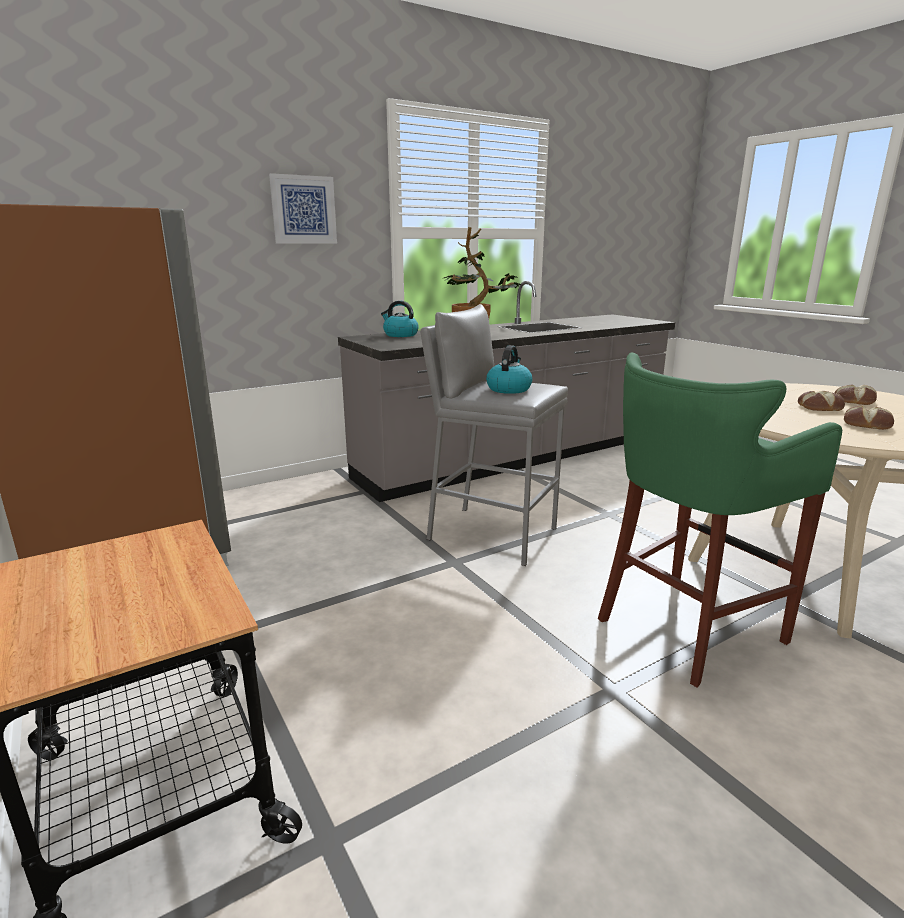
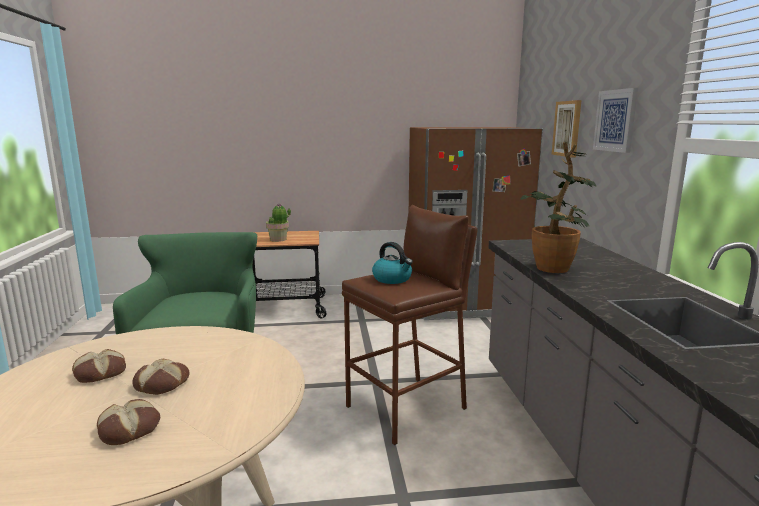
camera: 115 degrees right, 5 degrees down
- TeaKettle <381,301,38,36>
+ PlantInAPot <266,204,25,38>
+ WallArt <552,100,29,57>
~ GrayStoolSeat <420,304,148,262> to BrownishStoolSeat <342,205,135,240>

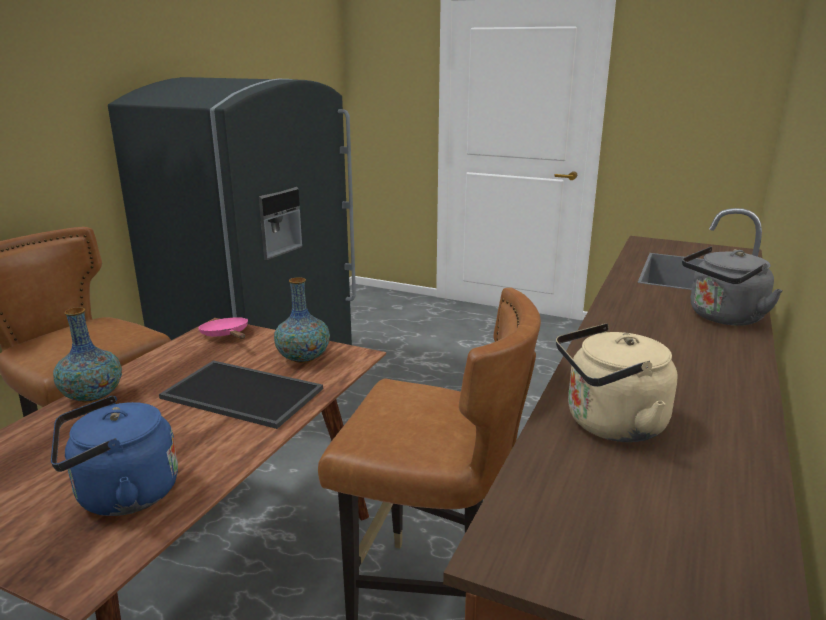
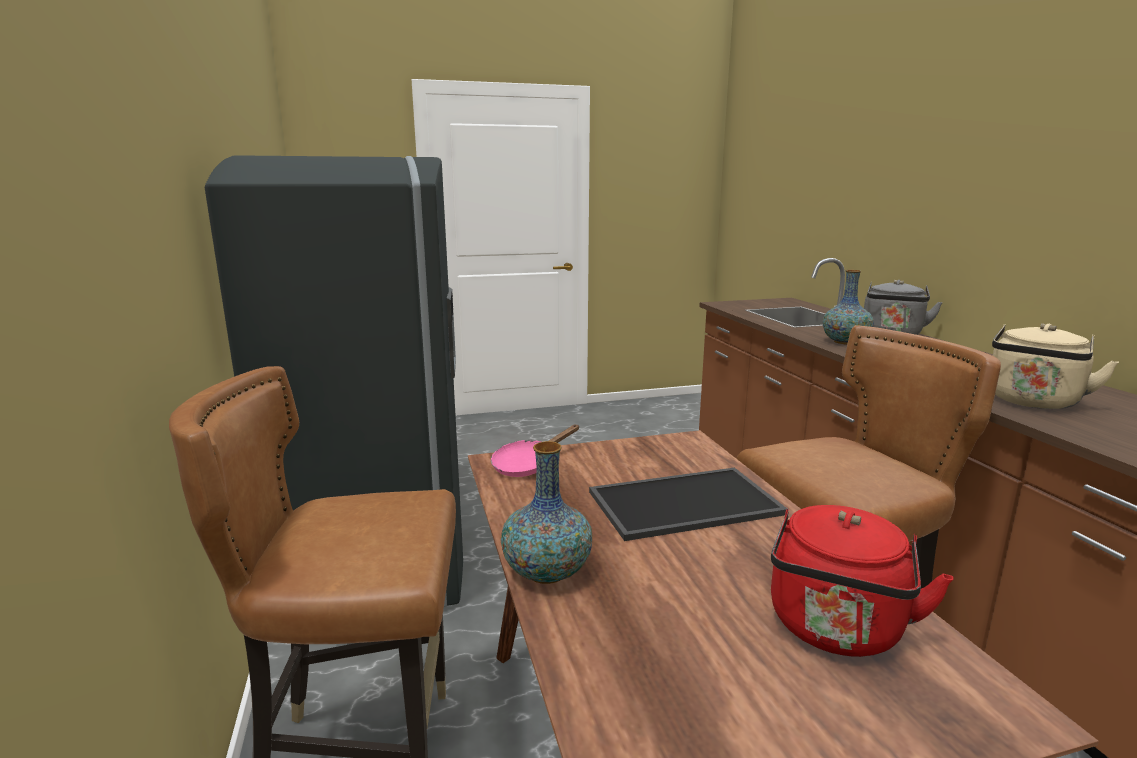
camera: 40 degrees left, 5 degrees down
~ FlowerVase <274,277,56,86> to <823,270,51,75>
~ BluishTeaKettle <51,396,127,120> to RedTeaKettle <771,505,183,152>
~ PinkSkillet <198,317,50,22> = <491,425,89,52> 60 degrees counterclockwise

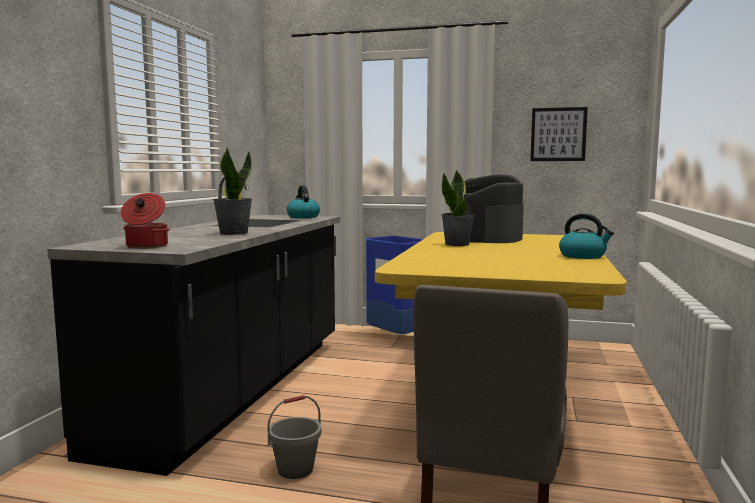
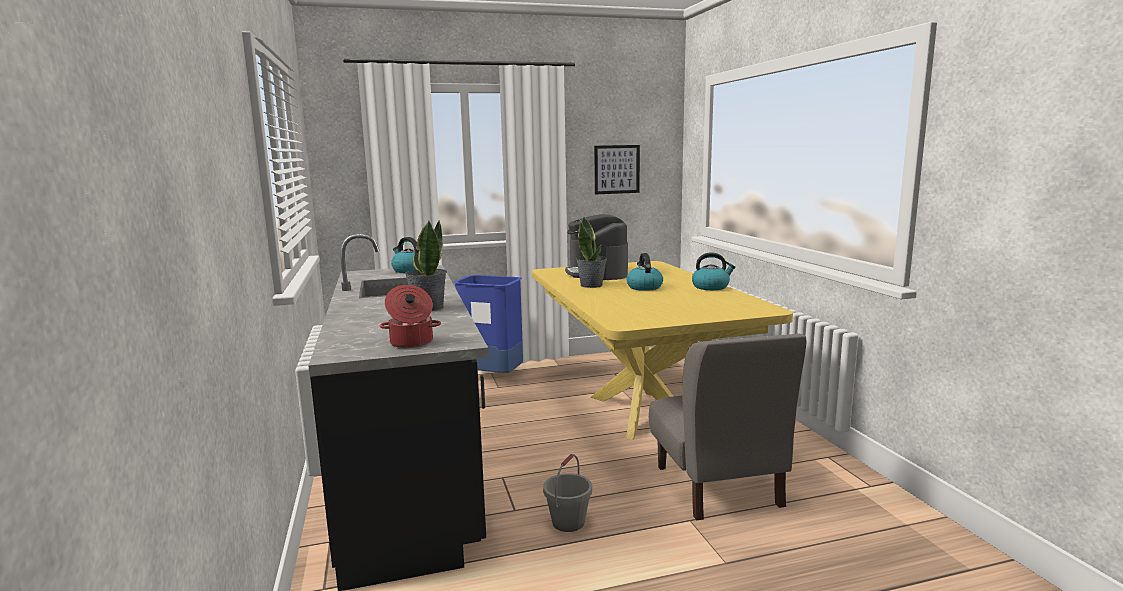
camera: 30 degrees left, 5 degrees up
+ TeaKettle <626,253,37,38>

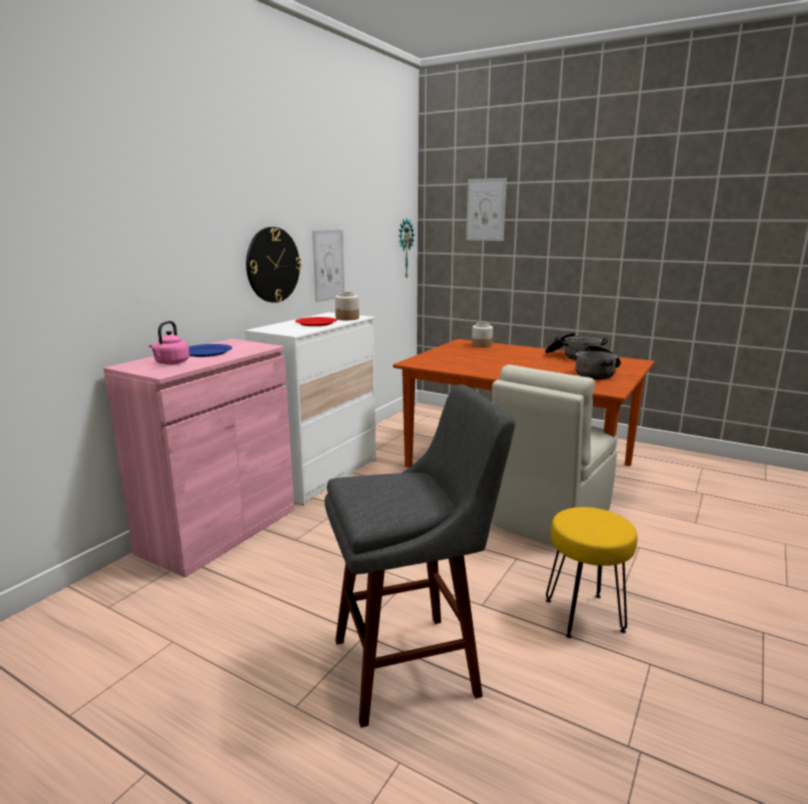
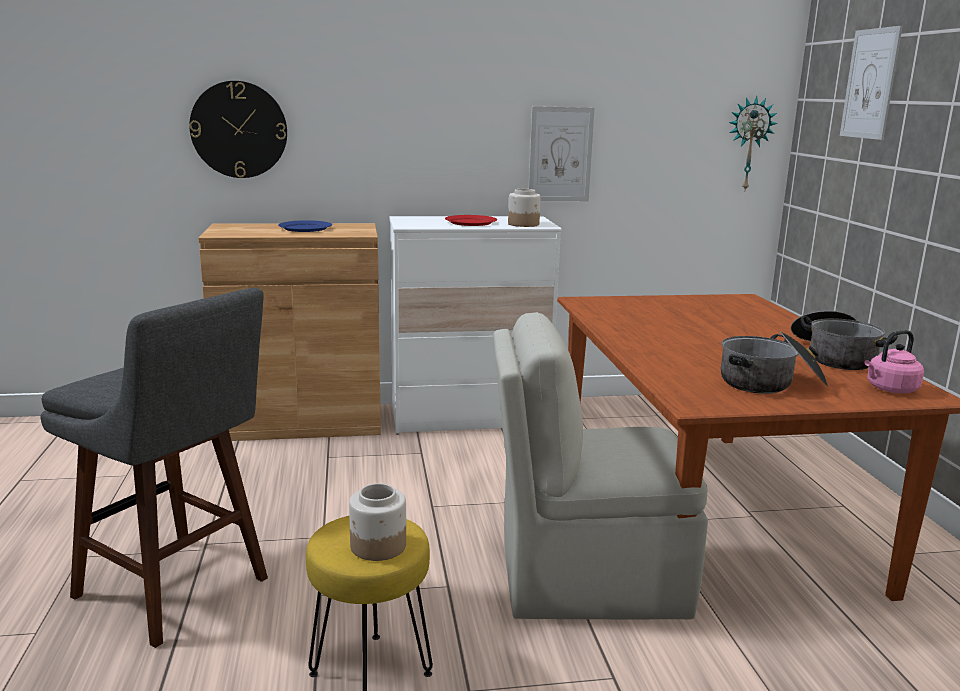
camera: 50 degrees right, 0 degrees up
~ PinkTeaKettle <149,321,41,44> to <865,330,59,63>
~ HangingClock <246,227,55,76> to <189,81,98,97>
~ Jar <472,323,21,25> to <349,483,57,78>
~ PinkCupboard <104,339,190,238> to BrownishCupboard <198,223,183,218>

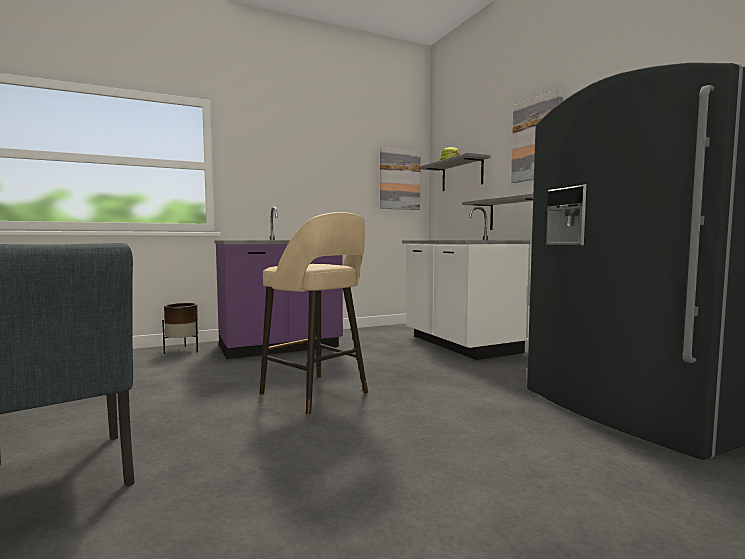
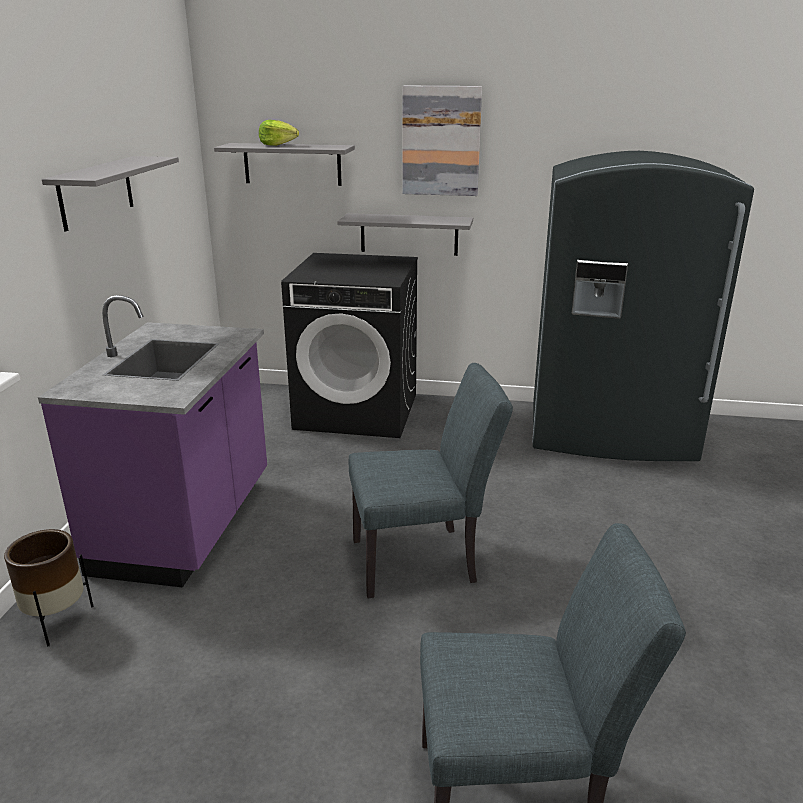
camera: 55 degrees left, 20 degrees up
- WallArt <380,147,41,63>
+ GrayWallShelf <42,156,137,75>
~ SandColouredStoolSeat <260,212,108,203> to GrayUprightChair <349,363,164,236>
~ WhiteColouredCounter <402,207,128,153> to BlackColouredLaundryMachine <281,253,137,185>

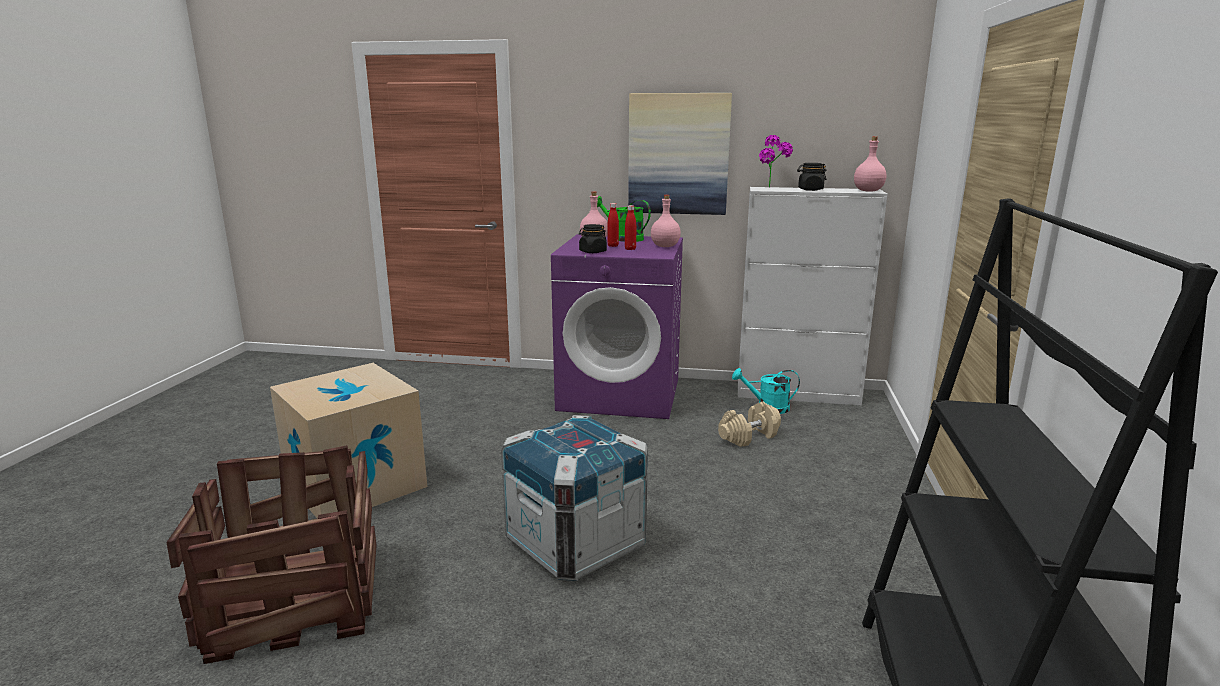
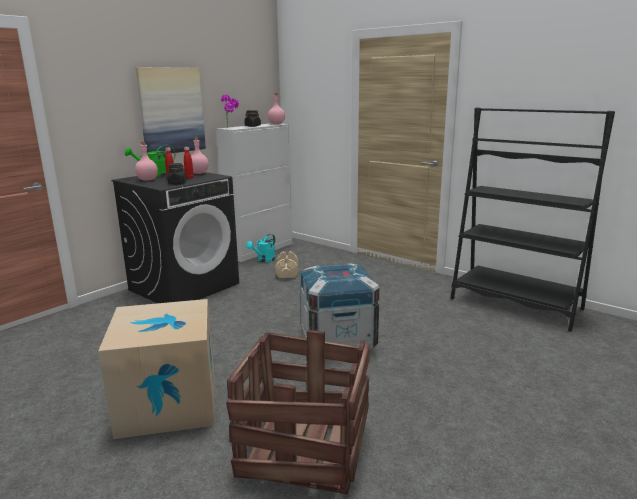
camera: 60 degrees left, 0 degrees up
~ PurpleColouredLaundryMachine <551,234,132,185> to BlackColouredLaundryMachine <112,170,127,133>

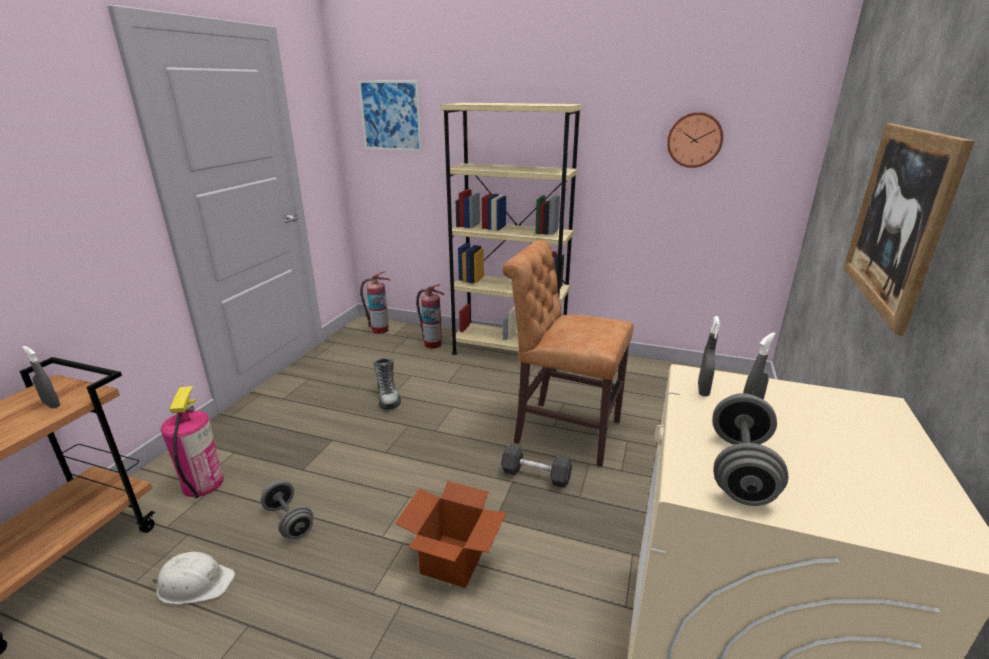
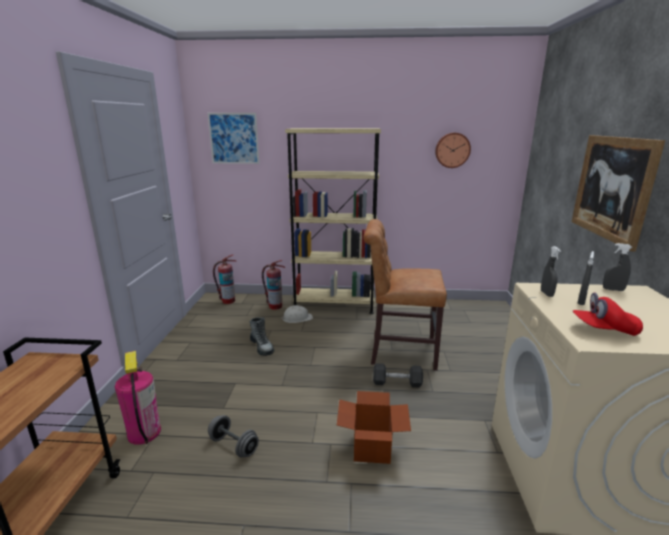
camera: 15 degrees left, 5 degrees down
~ GrayHandSprayer <22,346,38,63> to <603,243,30,48>
~ WhiteColouredWorkHelmet <152,552,83,52> to <281,305,32,18>
~ GrayDumbbell <712,393,76,113> to RedPeakedCap <573,292,70,44>

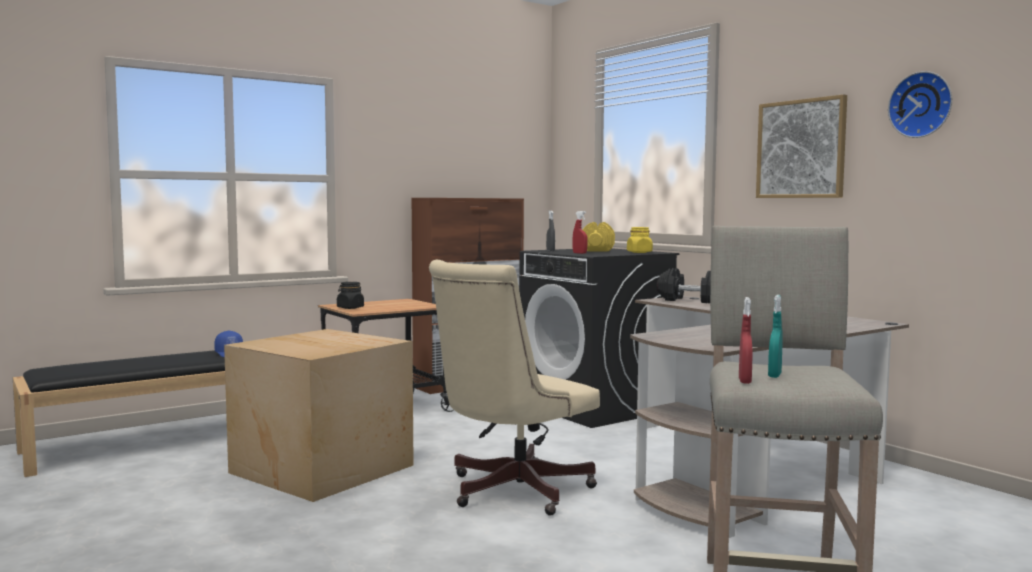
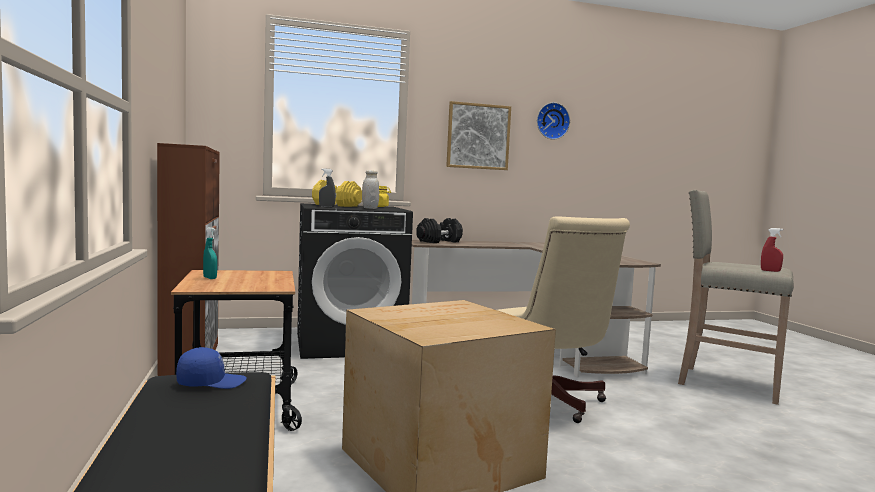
camera: 70 degrees left, 0 degrees up
- BlackColouredJar <337,282,27,27>
~ TurquoiseColouredHandSprayer <768,295,15,83> to <203,227,14,52>
~ RedHandSprayer <572,211,16,43> to WhiteColouredJar <362,170,17,39>

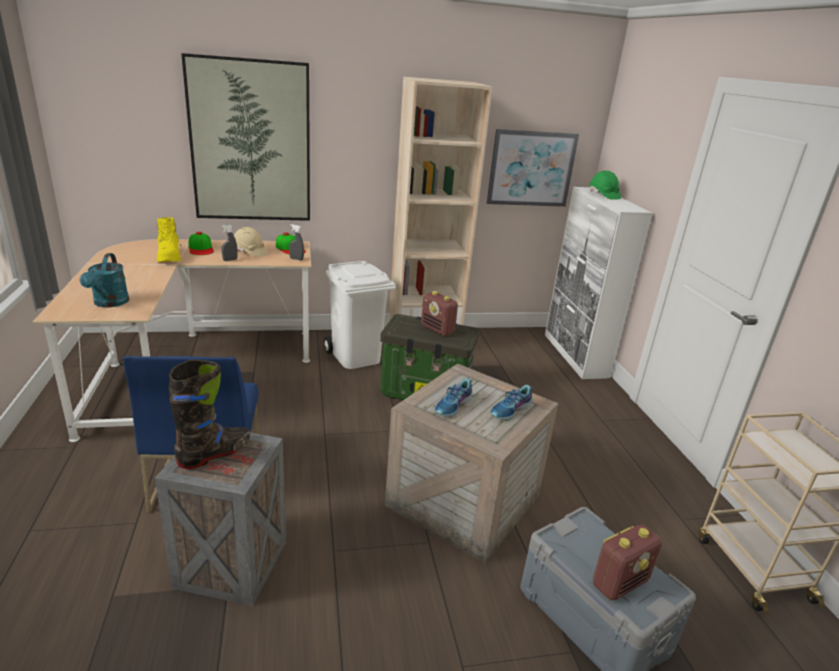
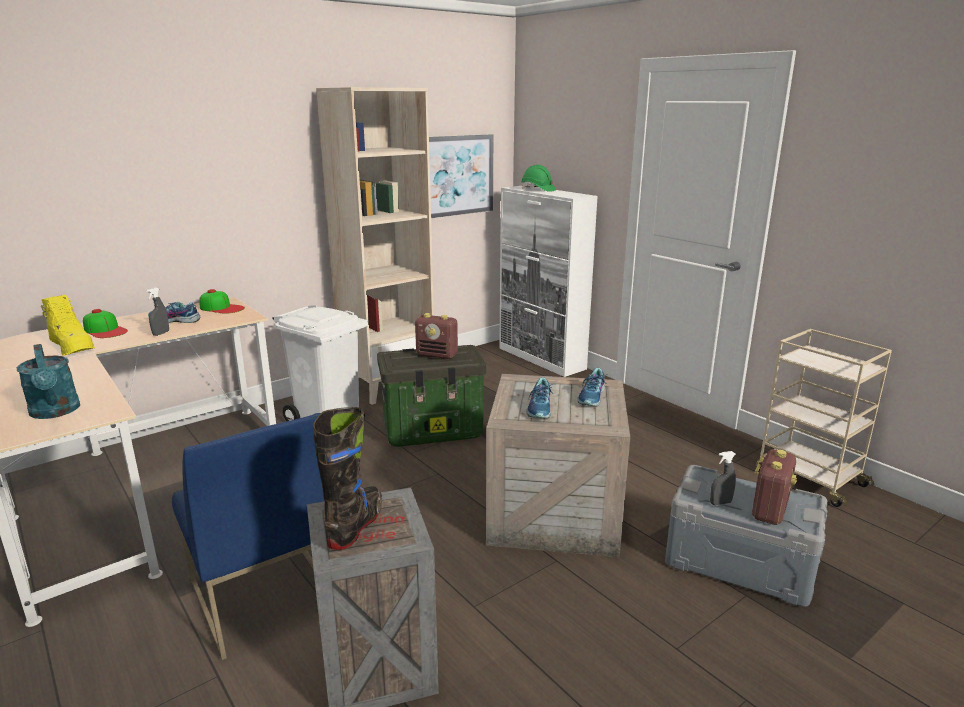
camera: 25 degrees left, 5 degrees down
- WallArt <181,53,129,168>
~ GrayHandSprayer <289,224,15,36> to <710,451,26,54>
~ SandColouredWorkHelmet <234,227,34,30> to LowShoe <148,302,53,21>

